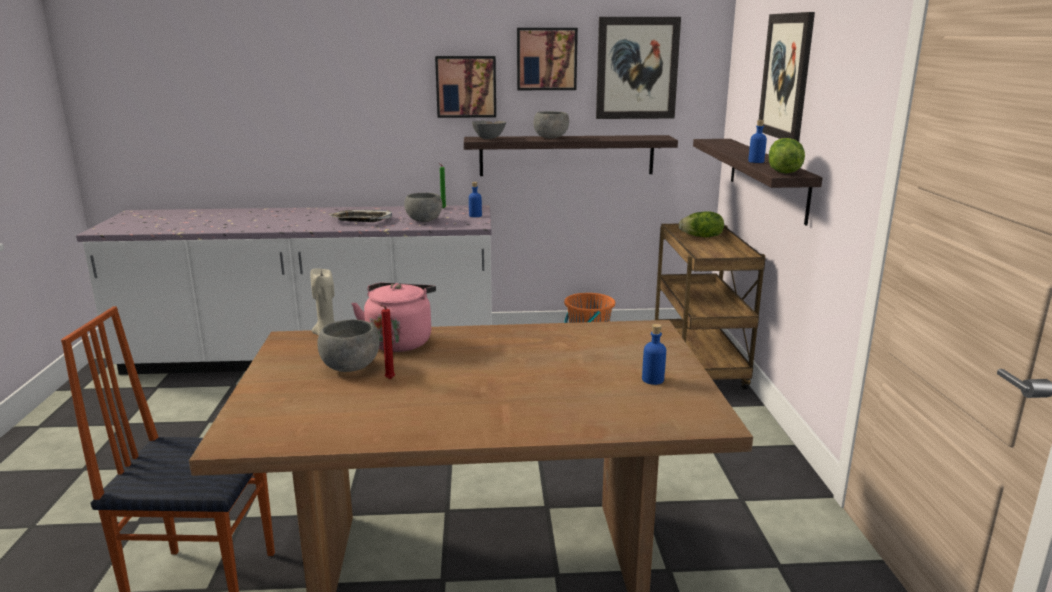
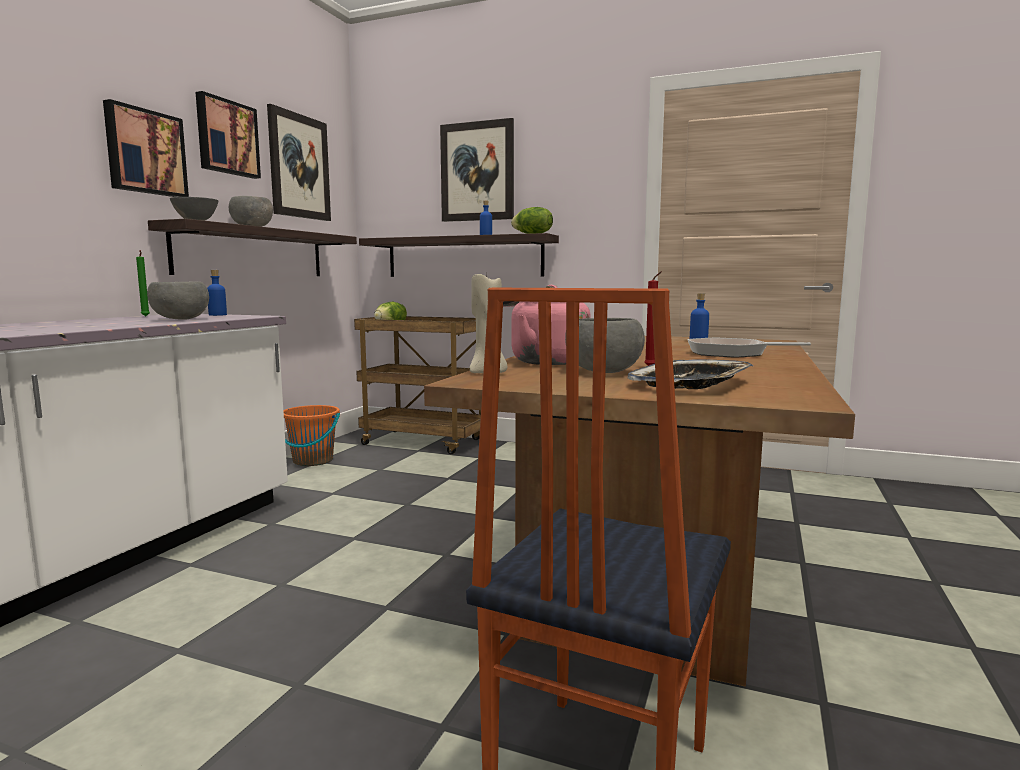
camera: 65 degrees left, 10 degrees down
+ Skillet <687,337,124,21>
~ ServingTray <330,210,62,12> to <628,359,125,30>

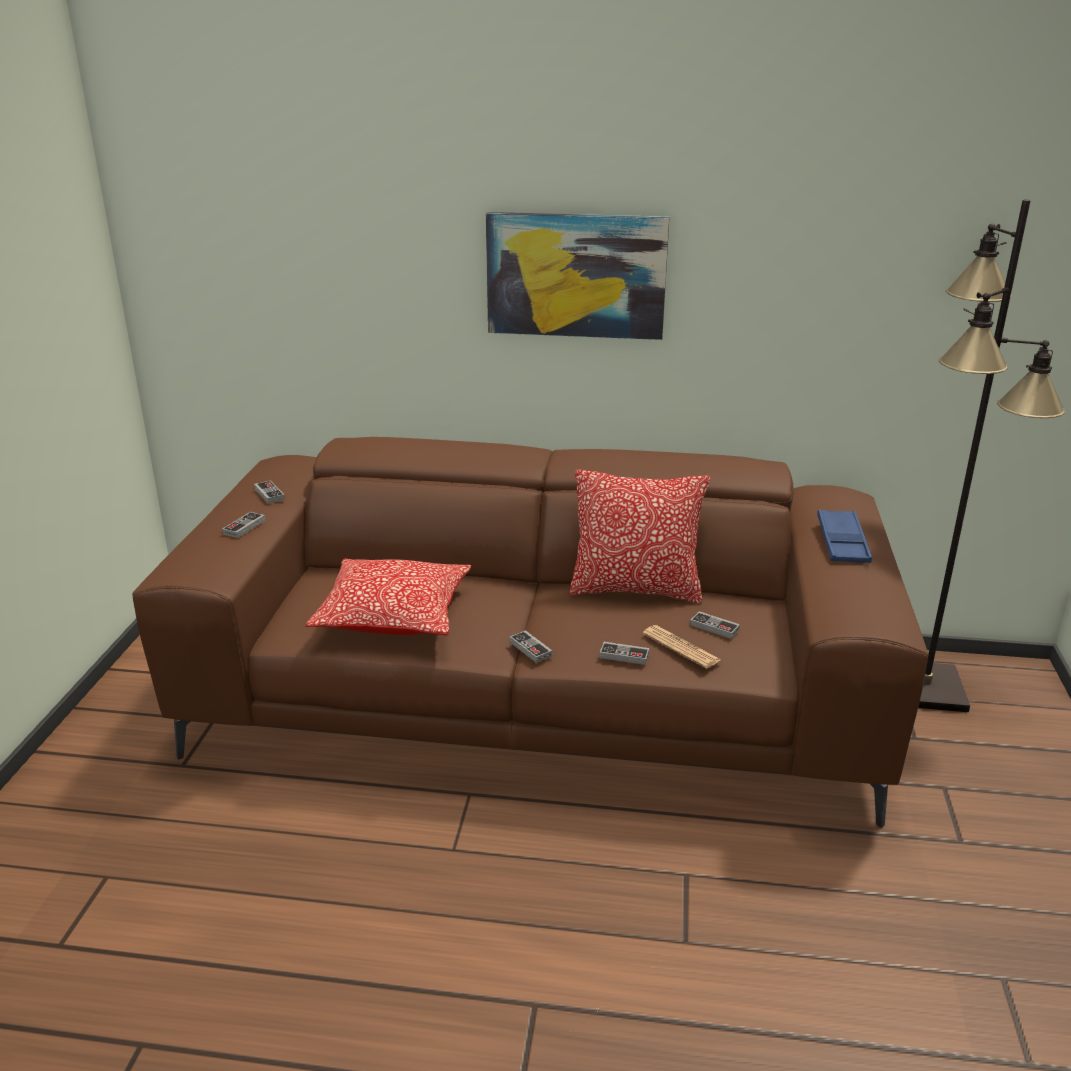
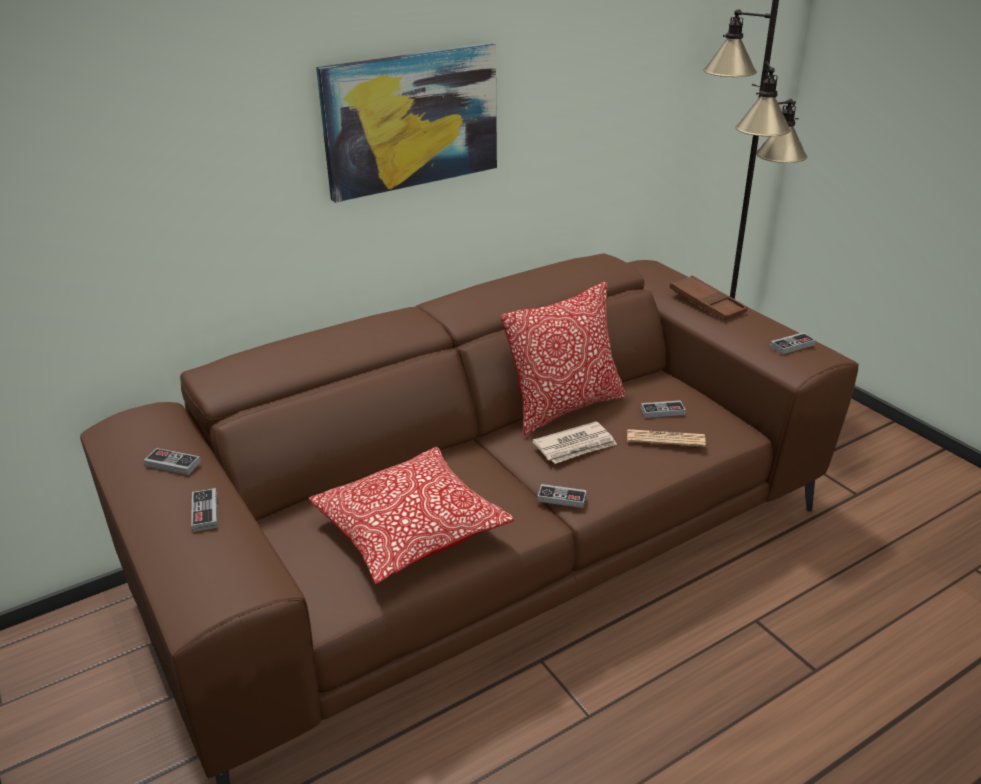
camera: 40 degrees left, 5 degrees up
+ DailyPaper <532,421,85,43>
~ Joypad <599,642,50,23> to <770,333,46,21>
~ BluishServingTray <817,509,55,54> to BrownishServingTray <669,275,79,46>

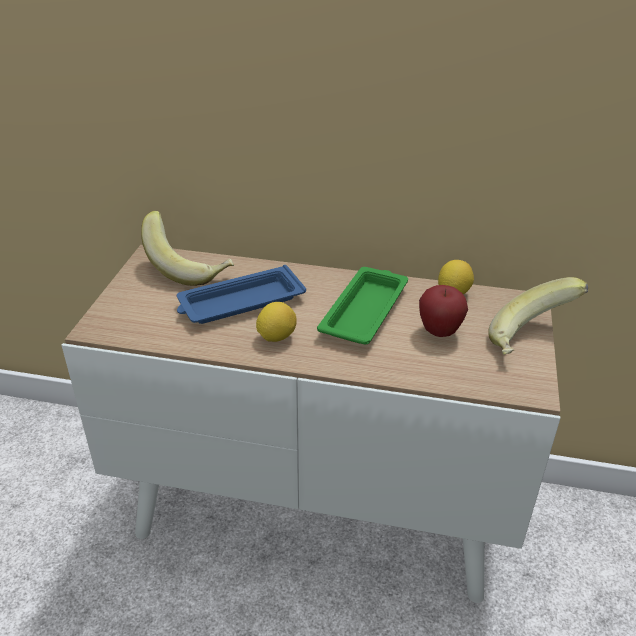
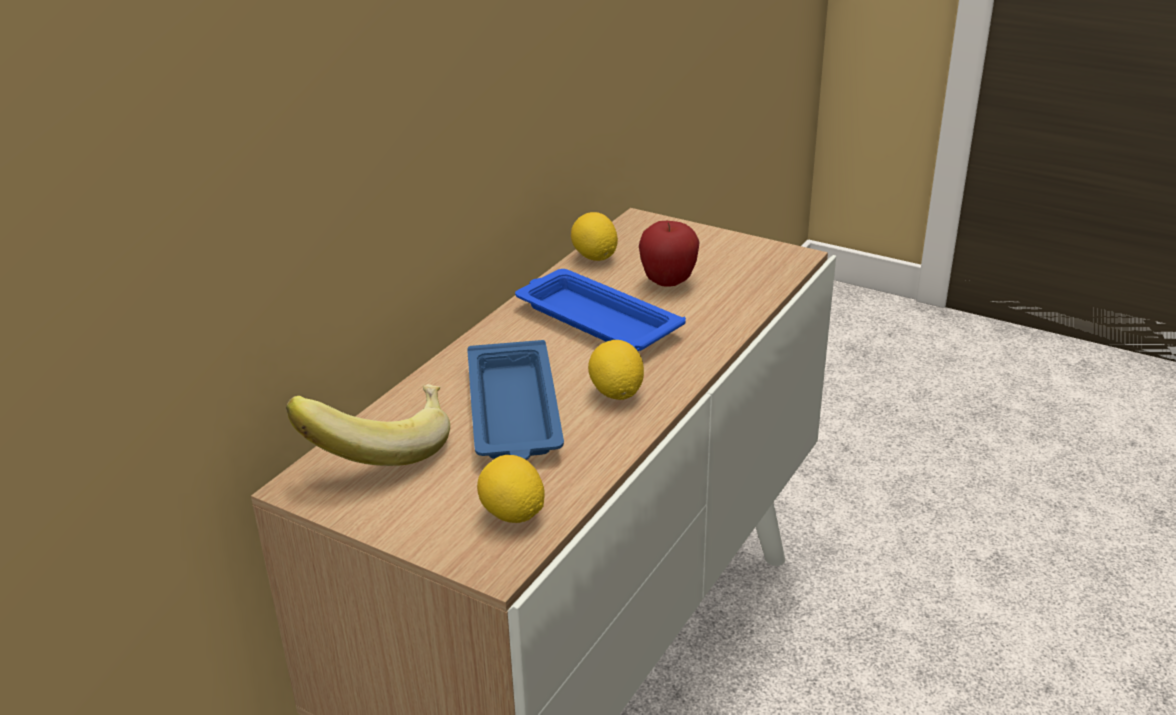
camera: 70 degrees left, 5 degrees down
- WholeBanana <488,277,100,78>
+ Lemon <477,455,68,68>
~ GreenServingTray <317,267,91,78> to BluishServingTray <515,269,171,82>

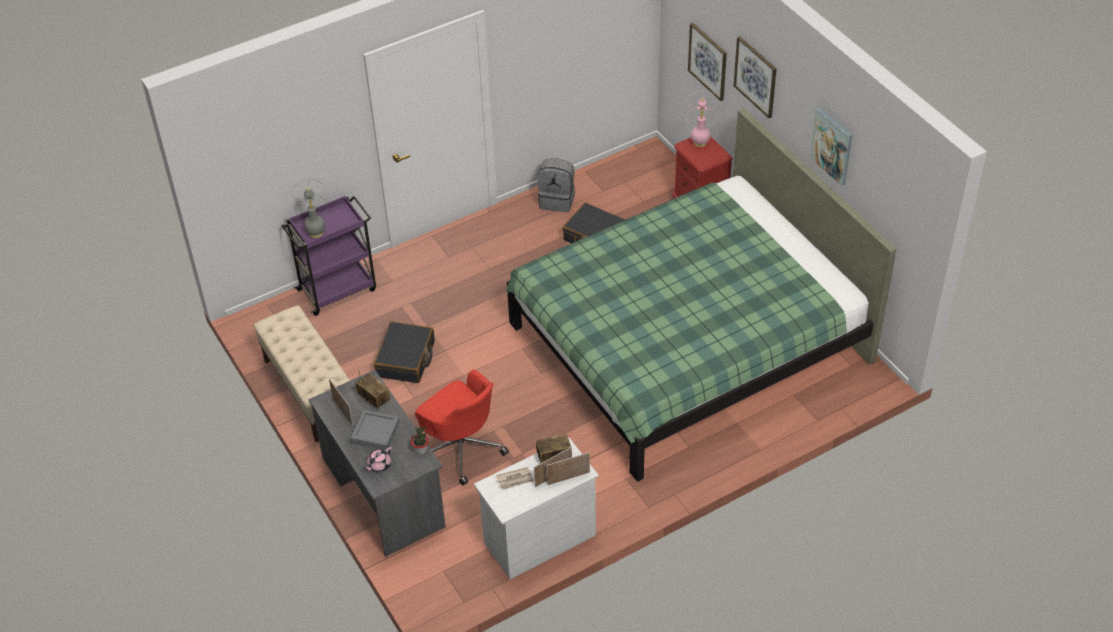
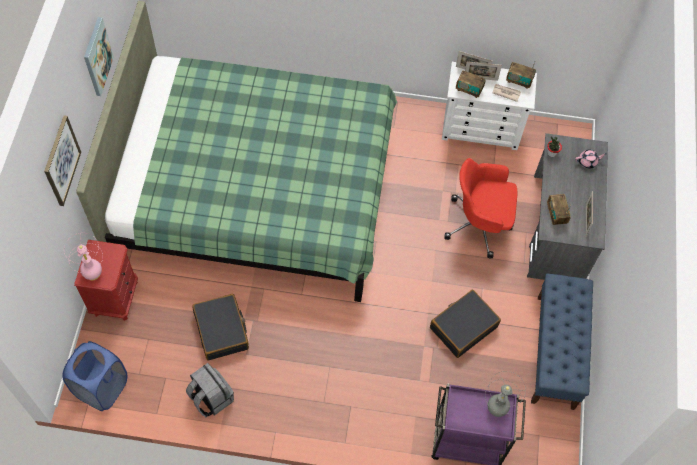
camera: 145 degrees left, 15 degrees up
- GrayServingTray <351,410,49,40>
- WallArt <688,23,39,78>
+ BluishWashingBasket <62,341,65,70>
+ Radio <506,61,30,28>
~ SandColouredBench <253,305,97,137> to BluishBench <531,274,62,136>
~ RedDeskChair <415,369,94,117> = <444,158,74,101> 75 degrees counterclockwise

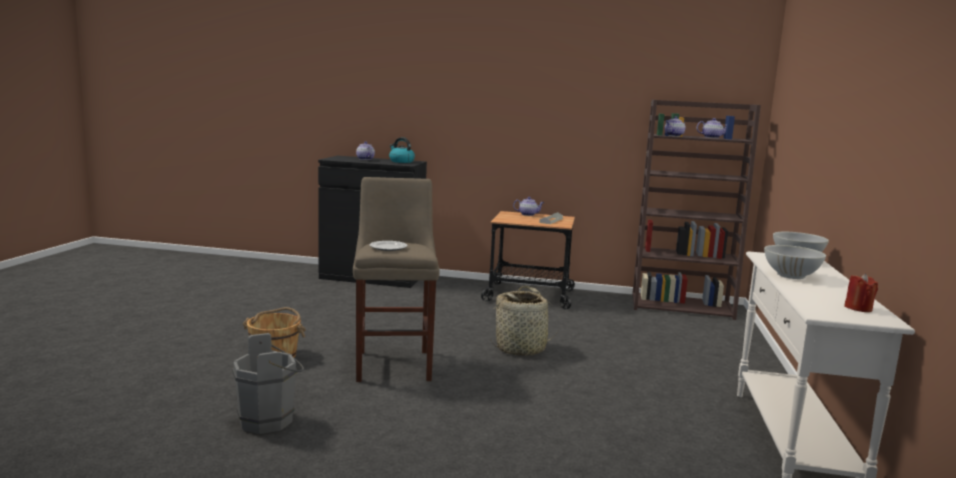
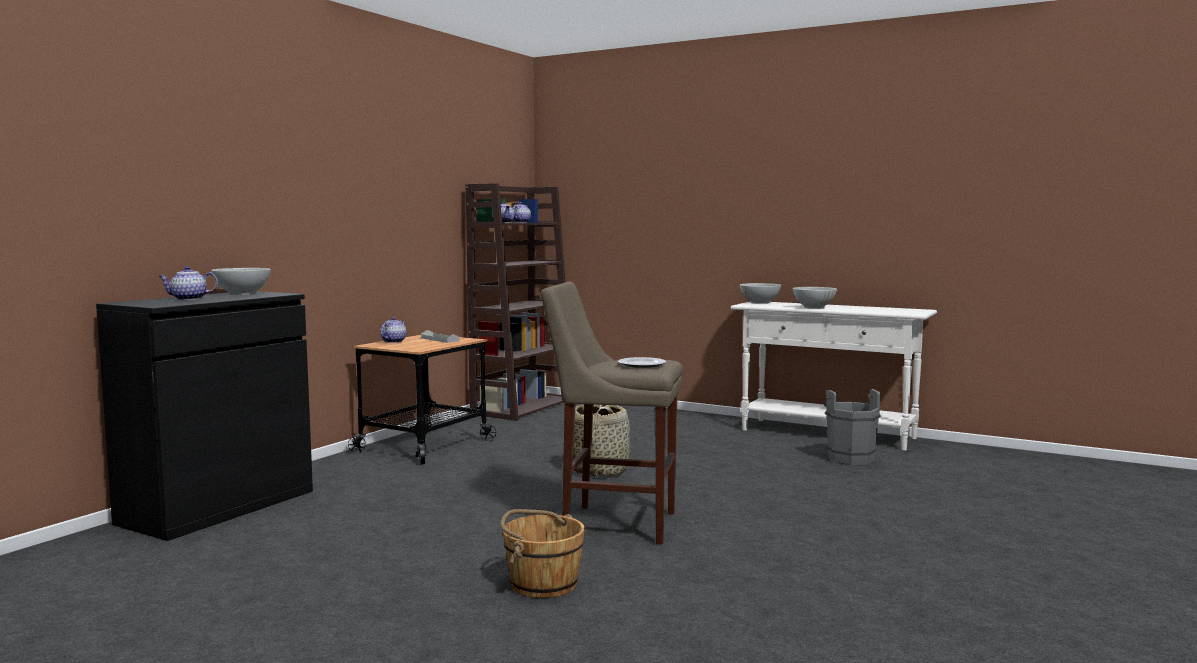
camera: 70 degrees left, 5 degrees down
- RedWaxCandle <844,273,34,39>
~ GrayPail <232,333,72,101> to <824,389,57,76>
~ TeaKettle <389,137,26,26> to WhiteColouredBowl <211,268,60,27>

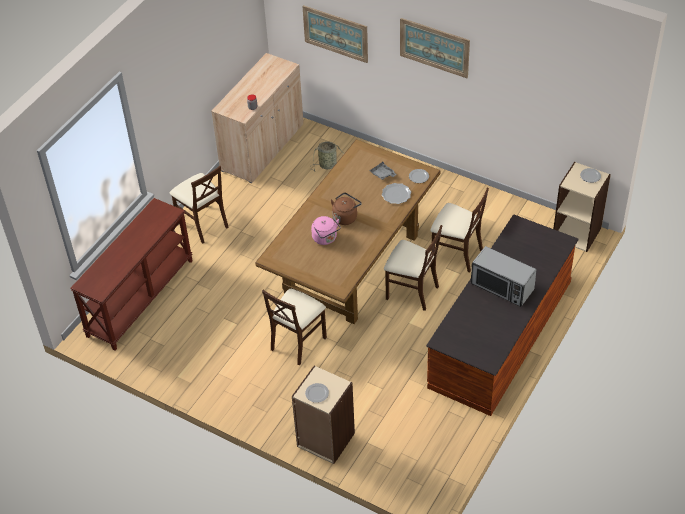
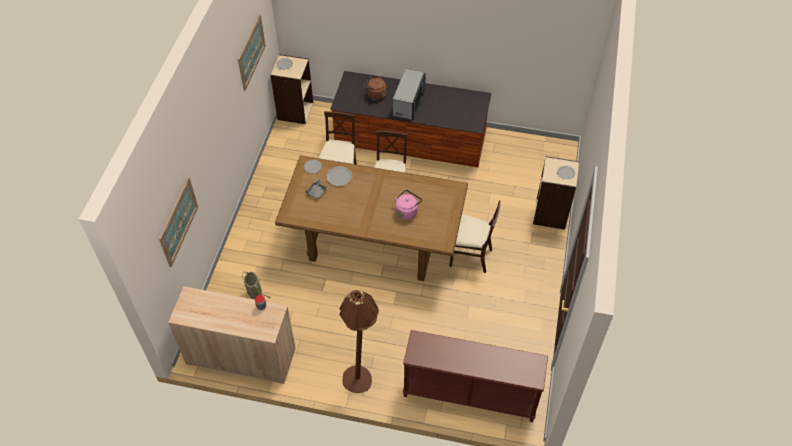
camera: 110 degrees left, 5 degrees up
~ BrownishTeaKettle <331,192,31,33> to <363,75,24,25>
~ WallArt <400,18,70,60> to <238,14,28,77>
~ SandColouredUprightChair <170,166,58,78> to BrownishFloorLamp <339,290,40,103>

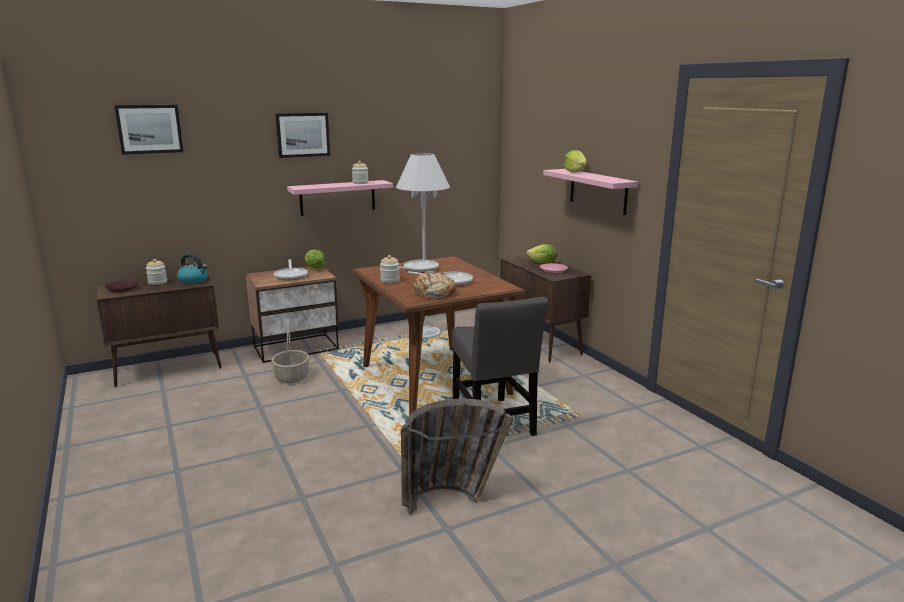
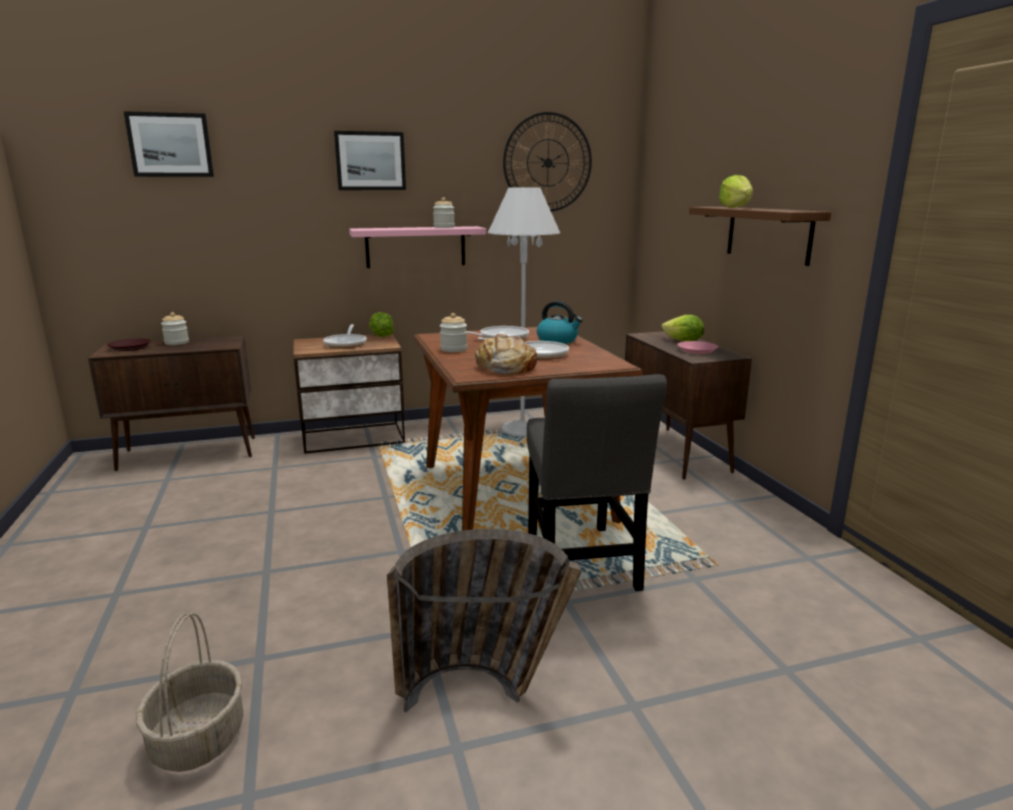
camera: 10 degrees right, 0 degrees up
+ HangingClock <503,112,89,100>
~ TeaKettle <177,254,31,30> to <537,301,46,43>
~ Basket <271,325,38,58> to <136,613,107,159>
~ PinkWallShelf <543,169,95,46> to BrownishWallShelf <689,207,142,59>

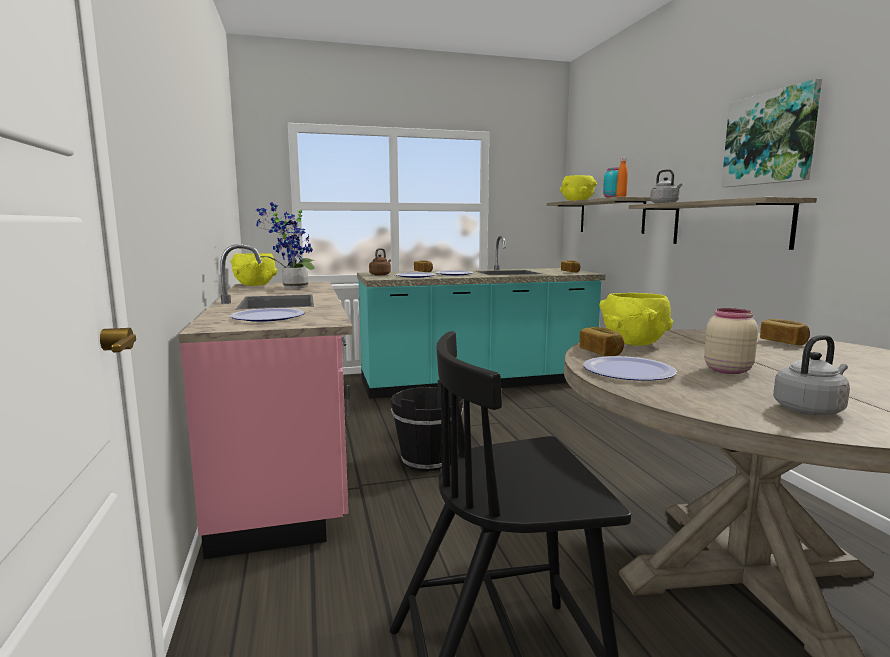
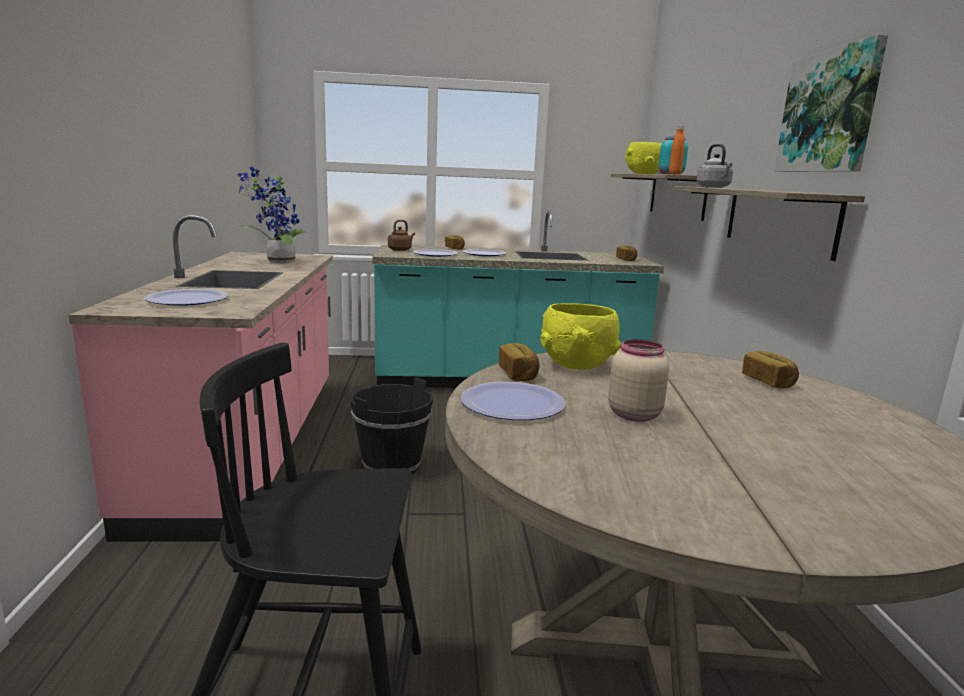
camera: 10 degrees right, 5 degrees up
- YellowishBowl <230,253,47,33>
- GrayTeaKettle <773,335,77,80>

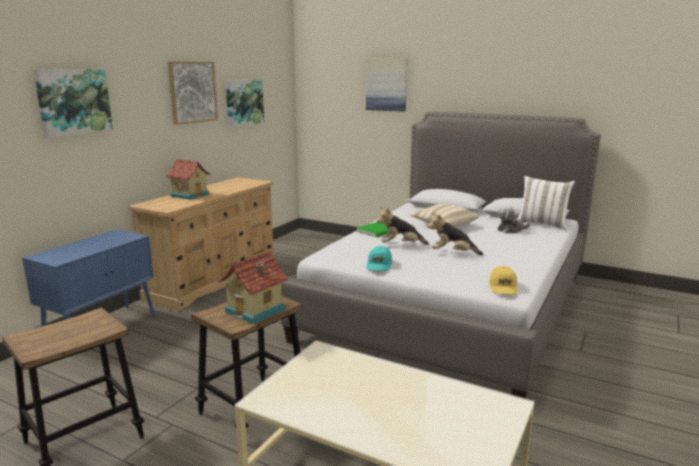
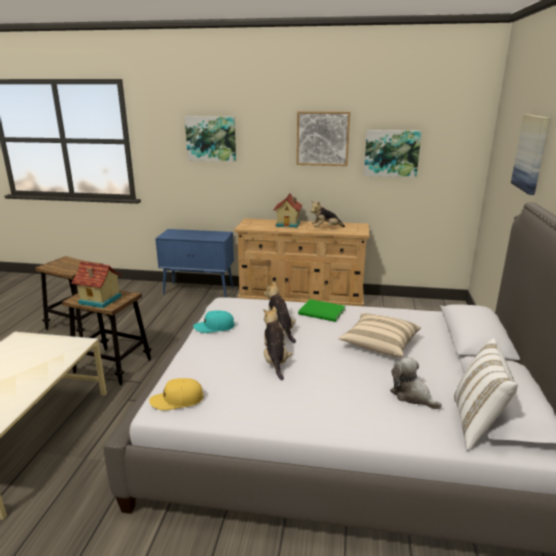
camera: 70 degrees right, 5 degrees up
+ PlushToy <310,201,35,26>

